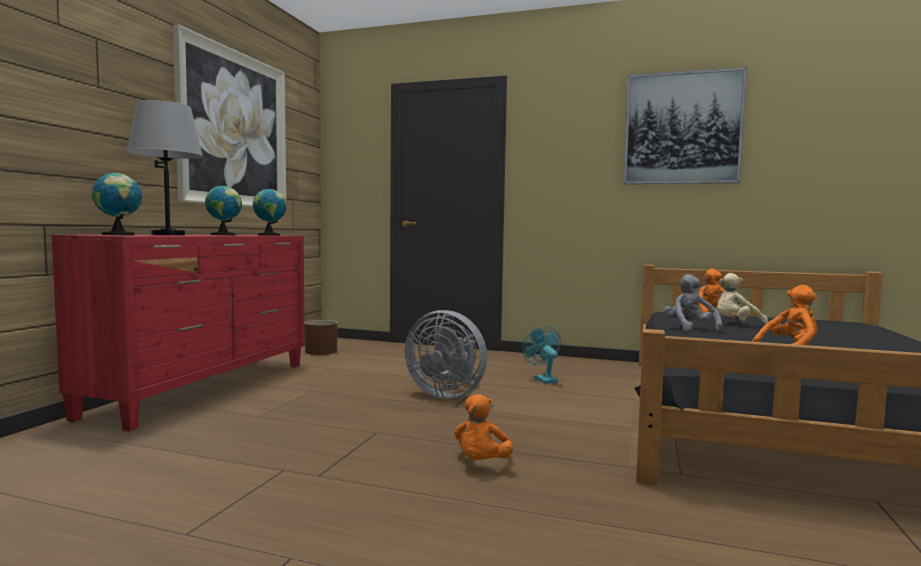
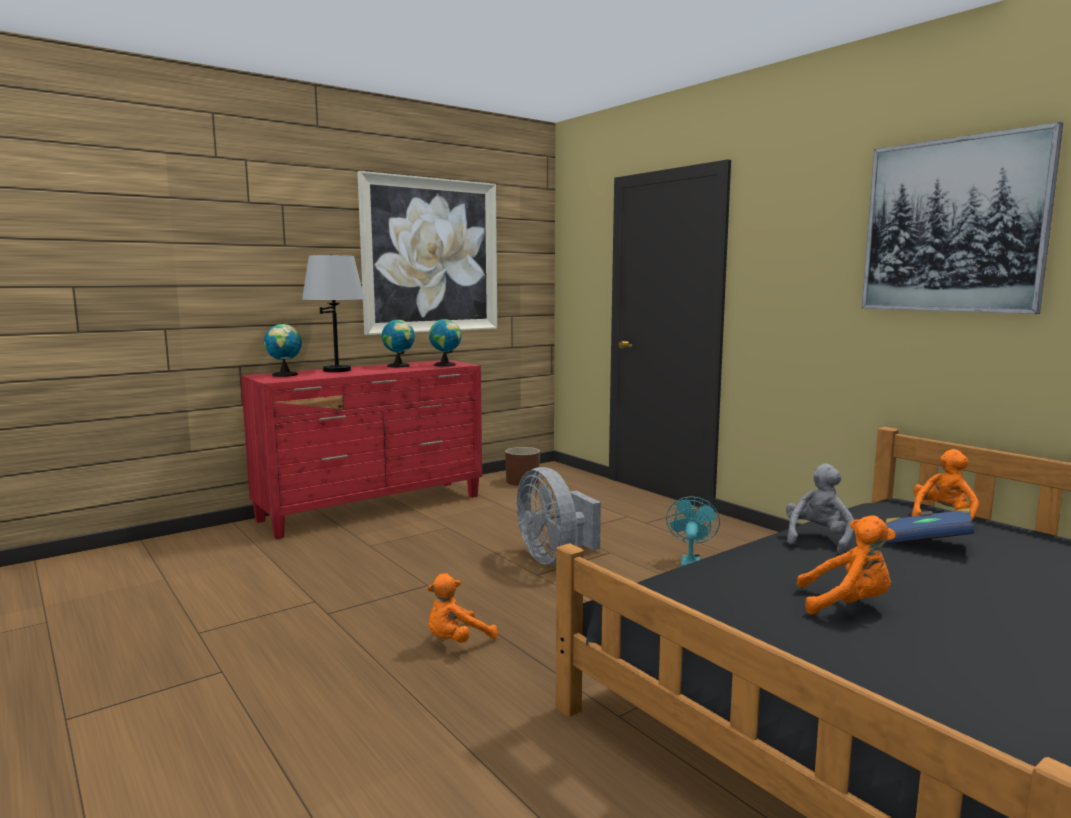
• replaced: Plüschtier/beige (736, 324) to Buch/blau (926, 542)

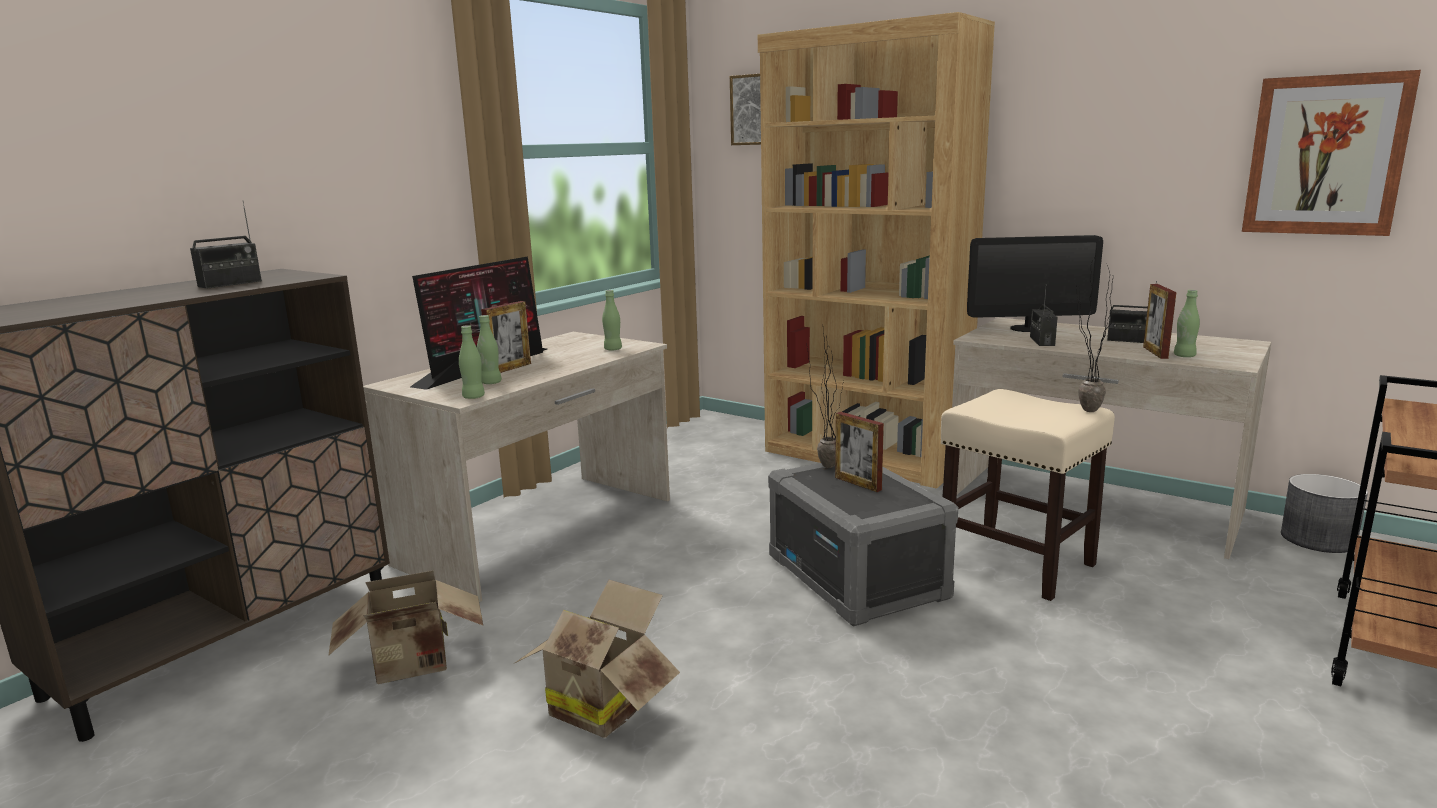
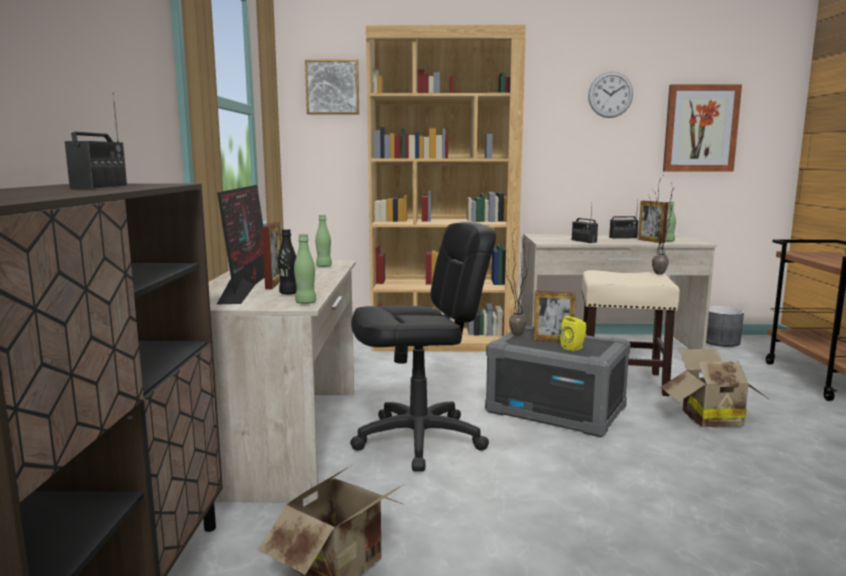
• recoloured: Flasche/grün (491, 383) to Flasche/schwarz (289, 293)
• moved: Karton (602, 704) to (708, 418)
• removed: Monitor (1028, 328)
• added: Bürostuhl/schwarz (419, 440)
• added: Lautsprecher/gelb (574, 348)
• added: Wanduhr (610, 94)

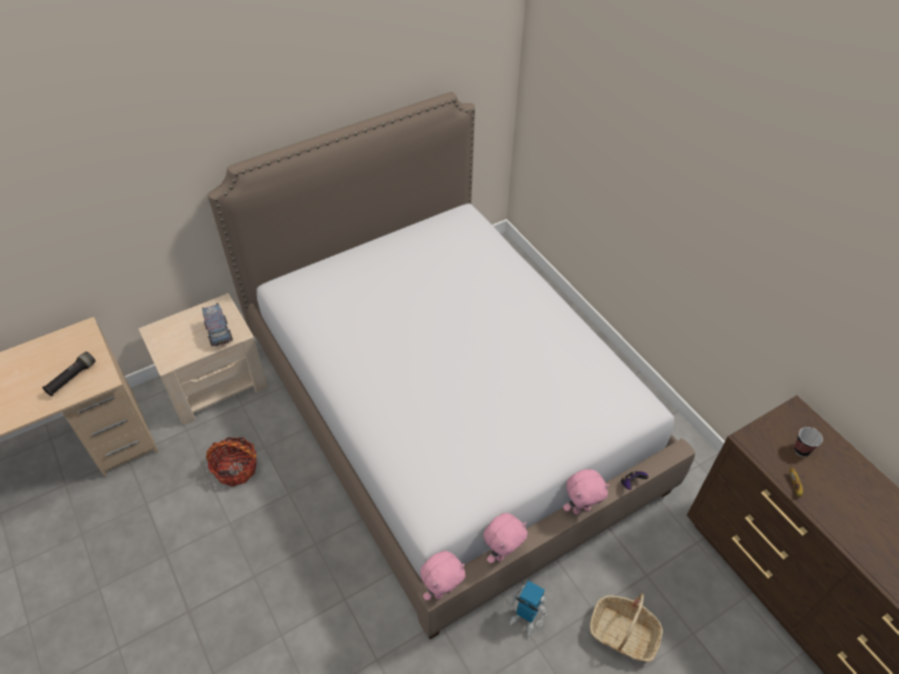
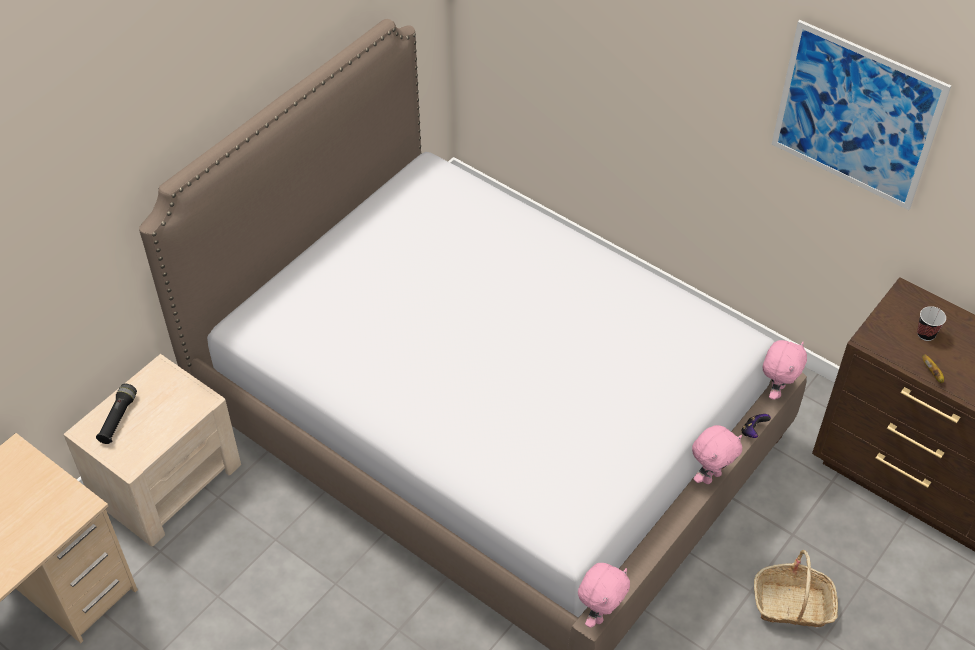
• moved: Taschenlampe/schwarz (71, 378) to (118, 419)
• removed: Spielzeuglaster (219, 334)
• removed: Korb (235, 468)
• moved: Plüschtier/rosa (502, 553) to (776, 390)
• removed: Spielzeugroboter (525, 619)
• added: Bild (856, 116)

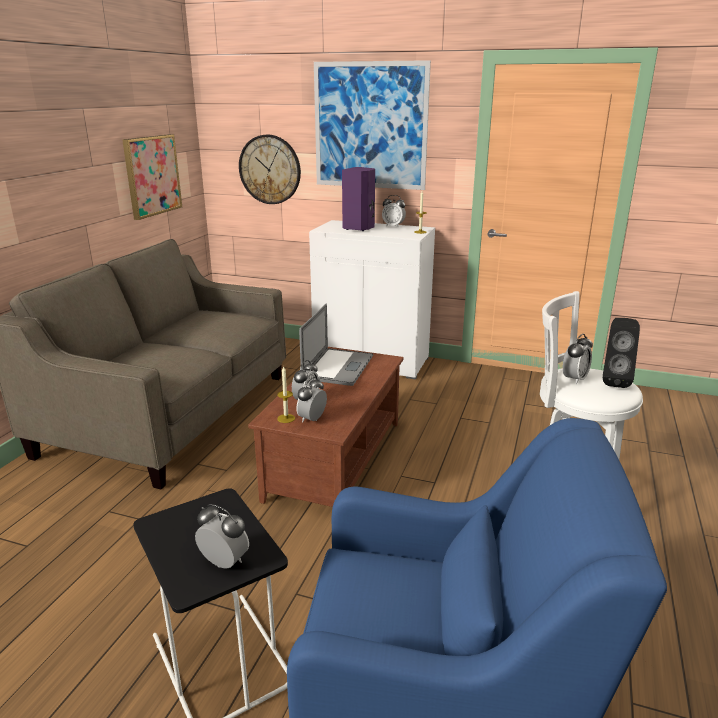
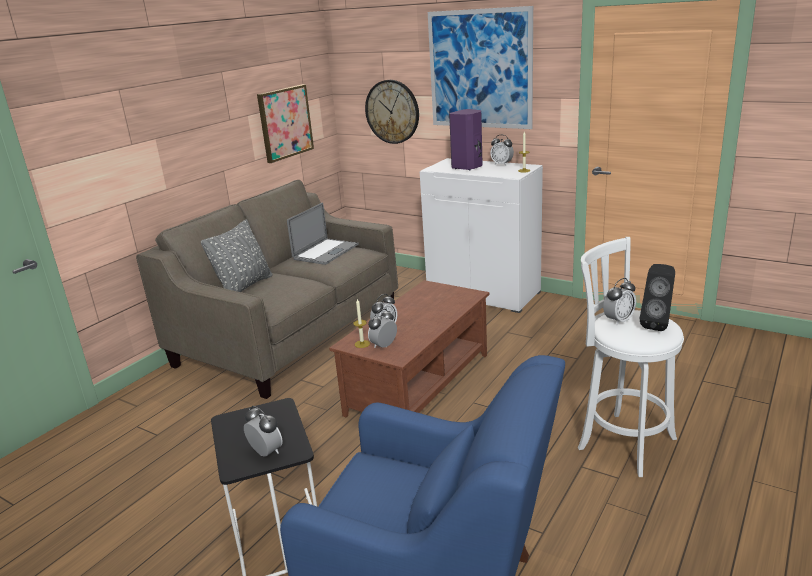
• moved: Laptop (338, 367) to (326, 252)
• added: Kissen/grau (244, 287)

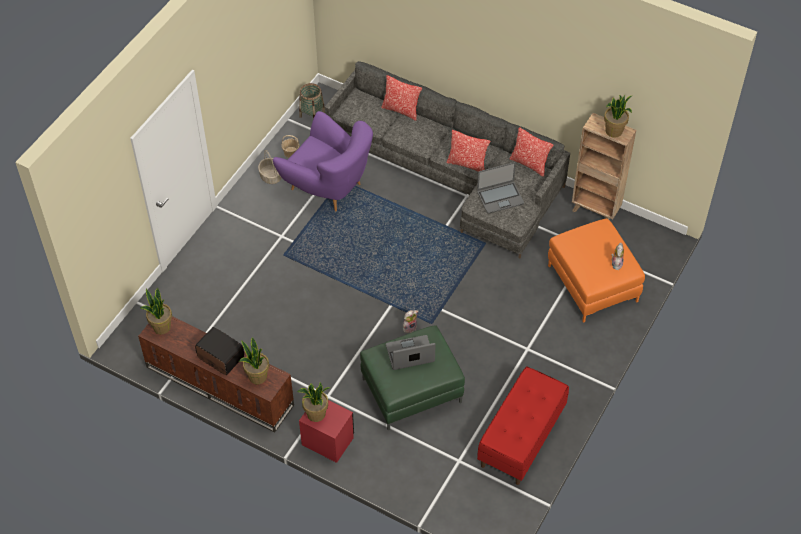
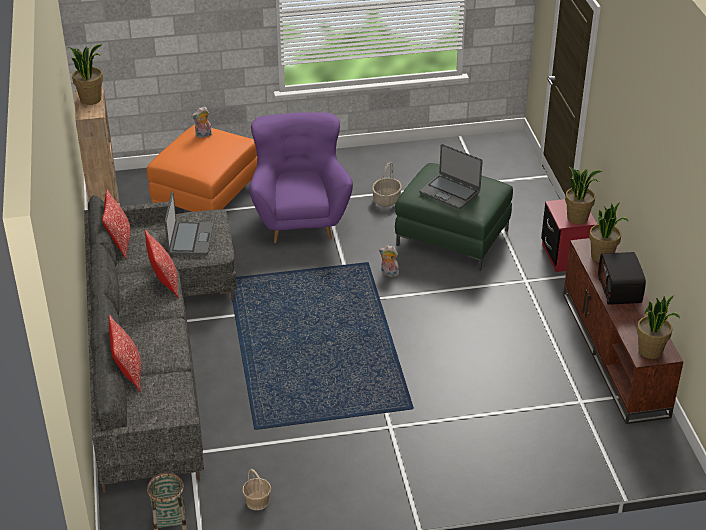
• moved: Korb (271, 176) to (386, 200)
• moved: Sessel/lila (328, 187) to (300, 219)
• turned: Laptop (500, 197) = (190, 239) 60 degrees clockwise
• removed: Bank/rot (521, 438)

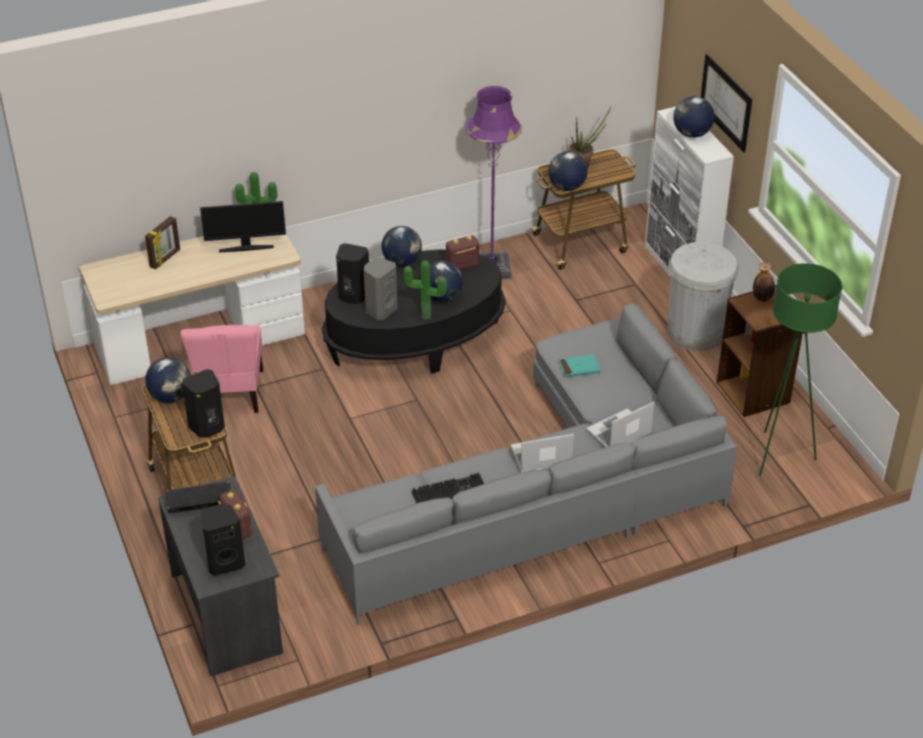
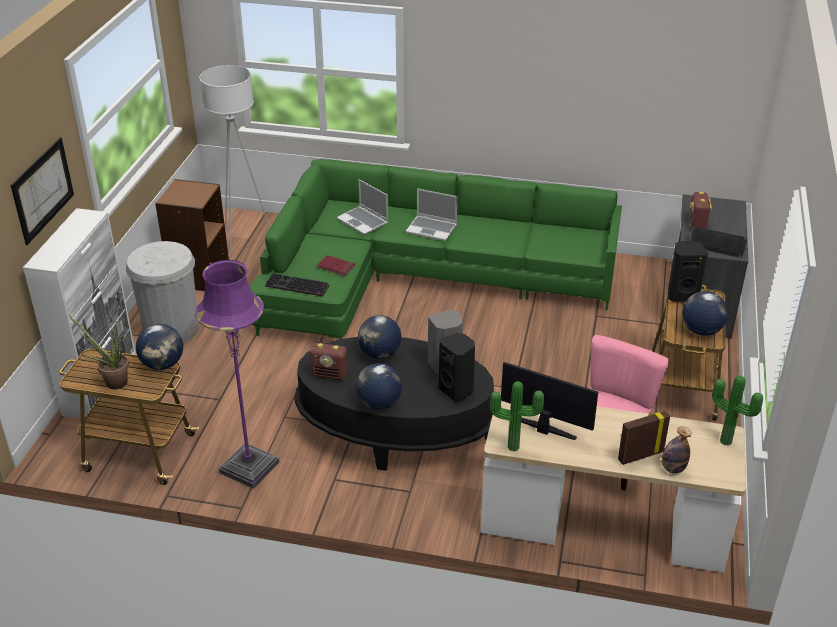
• removed: Lautsprecher/schwarz (225, 562)
• recoloured: Sofa/grau (547, 495) to Sofa/grün (419, 278)
• moved: Topfpflanze (425, 317) to (727, 440)
• moved: Tastatur (449, 490) to (295, 287)
• recoloured: Buch/türkis (579, 367) to Buch/rot (336, 267)
• turned: Laptop (618, 433) = (363, 221) 45 degrees clockwise
• removed: Globus (691, 134)
• moved: Flasche (762, 298) to (673, 468)
• recoloured: Stehlampe/grün (779, 456) to Stehlampe/weiß (243, 238)

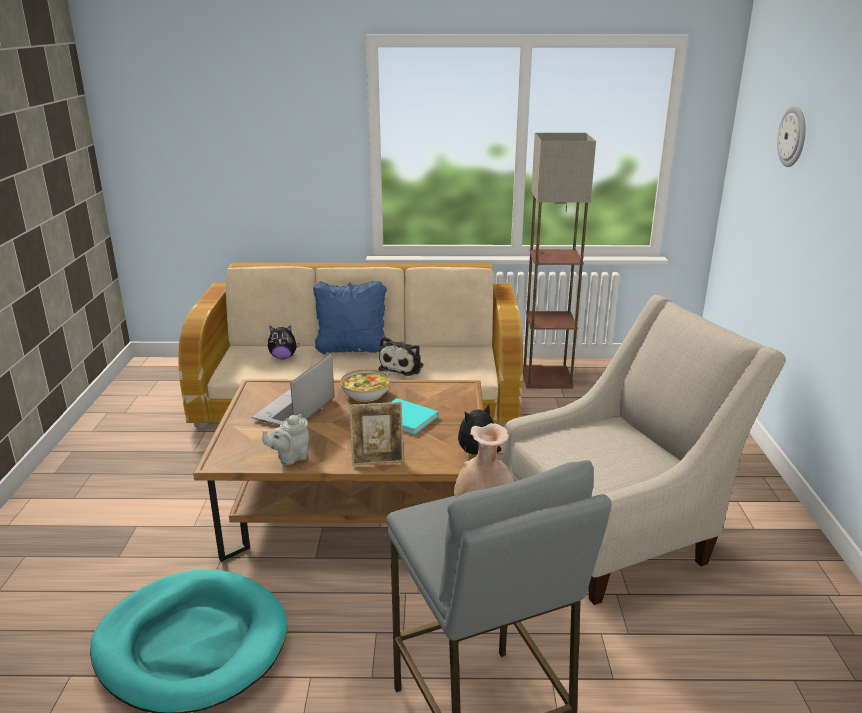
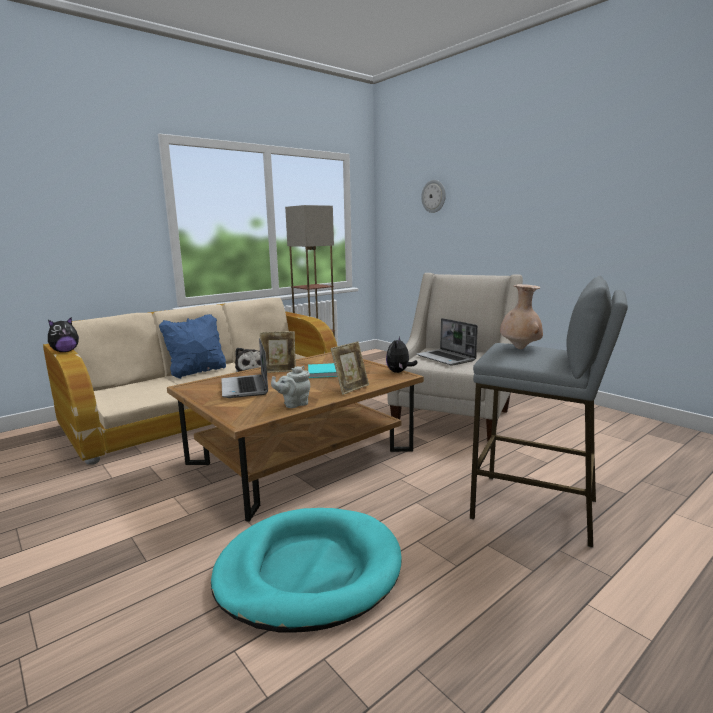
• turned: Teekanne/grau (290, 458) = (294, 404) 45 degrees clockwise
• moved: Plüschtier (283, 357) to (65, 351)
• replaced: Schüssel (366, 394) to Bilderrahmen (279, 370)
• added: Laptop (446, 358)

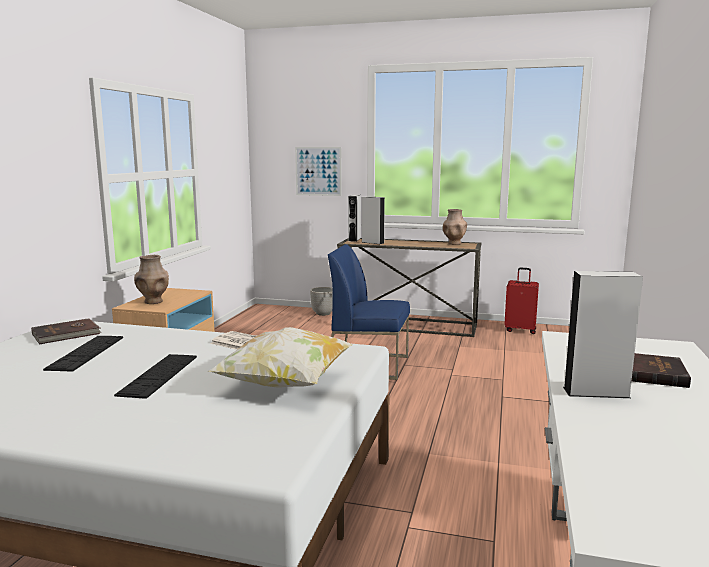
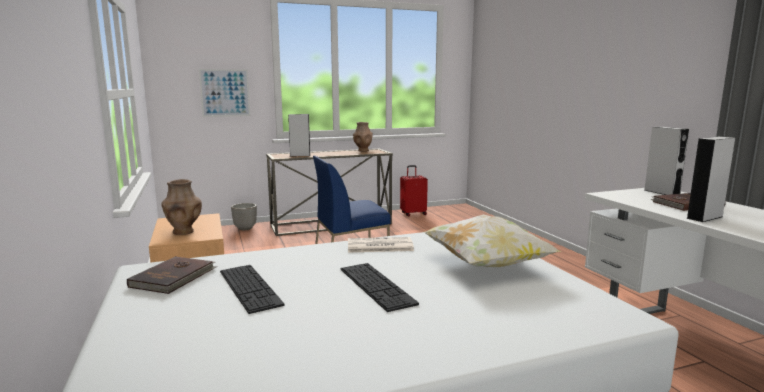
• moved: Lautsprecher/grau (354, 239) to (661, 192)

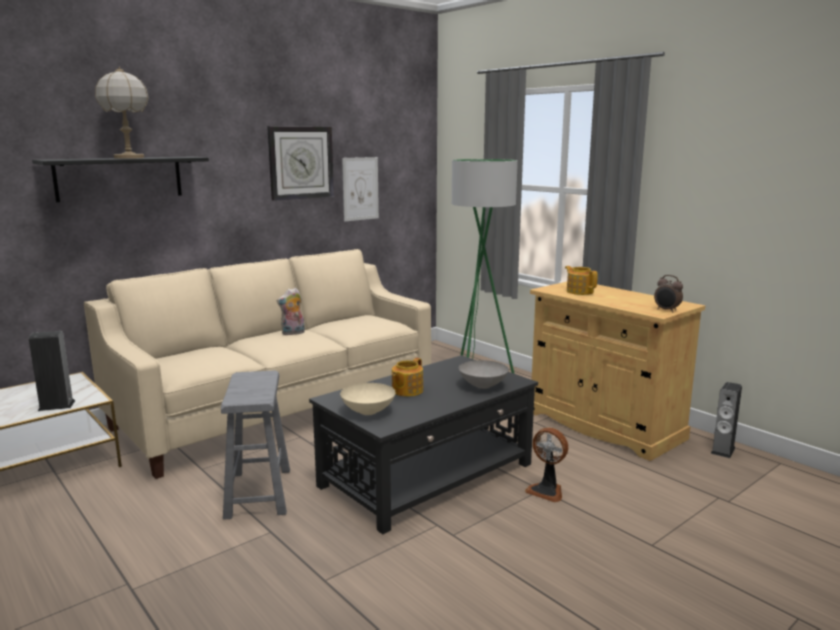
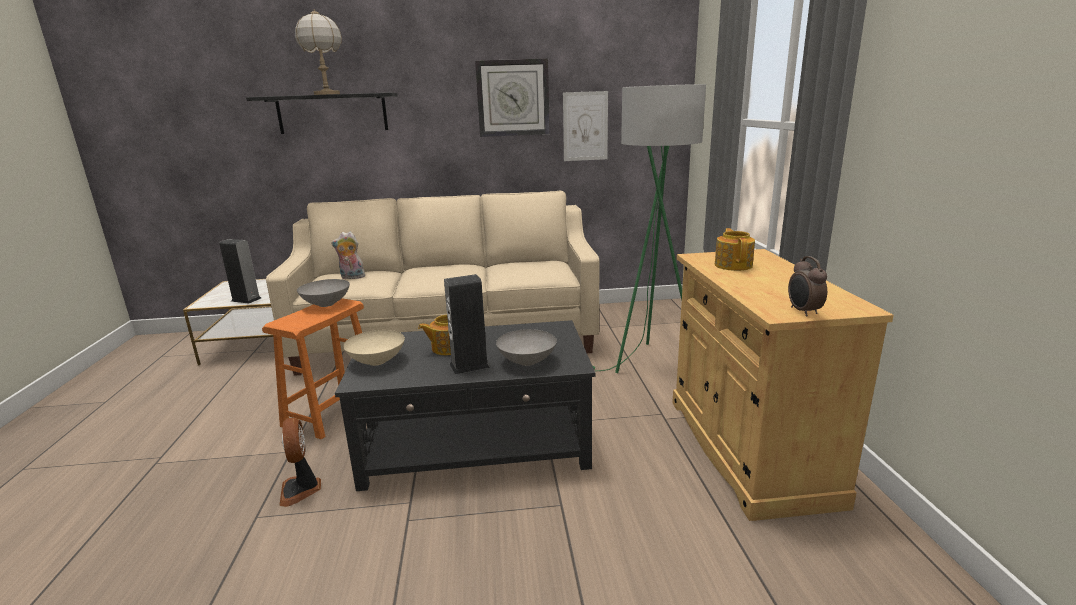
• recoloured: Hocker/grau (258, 493) to Hocker/orange (332, 411)
• moved: Plüschtier (293, 333) to (351, 277)
• moved: Ventilator (547, 491) to (301, 489)
• moved: Lautsprecher (723, 450) to (469, 365)
• added: Schüssel/grau (326, 304)

